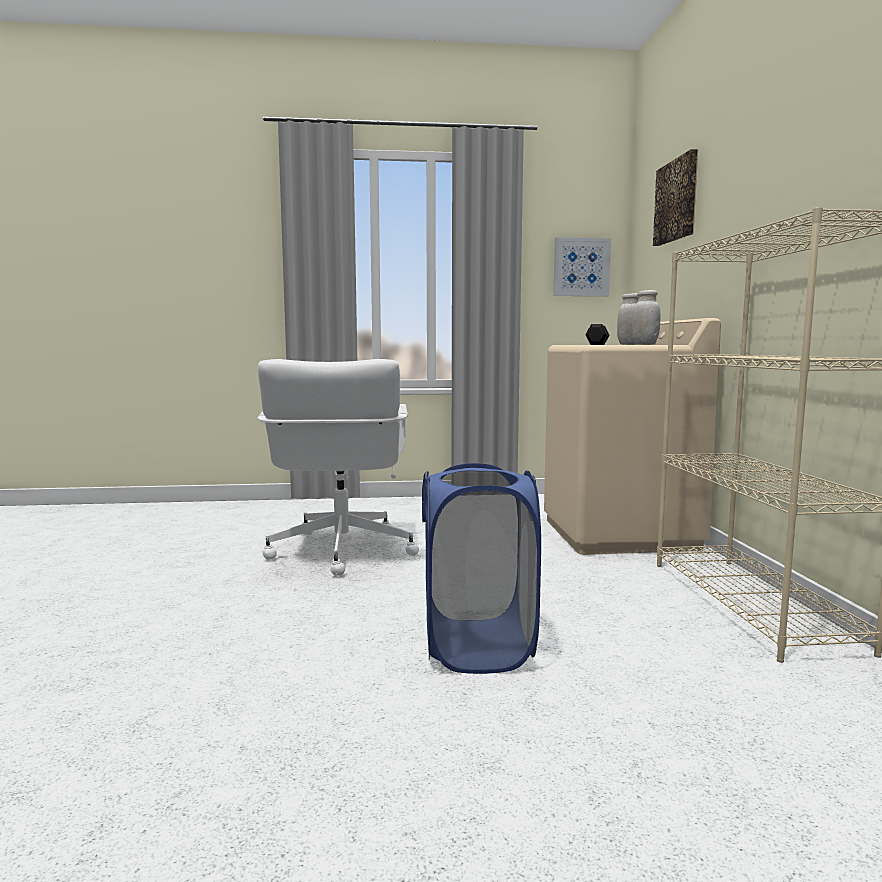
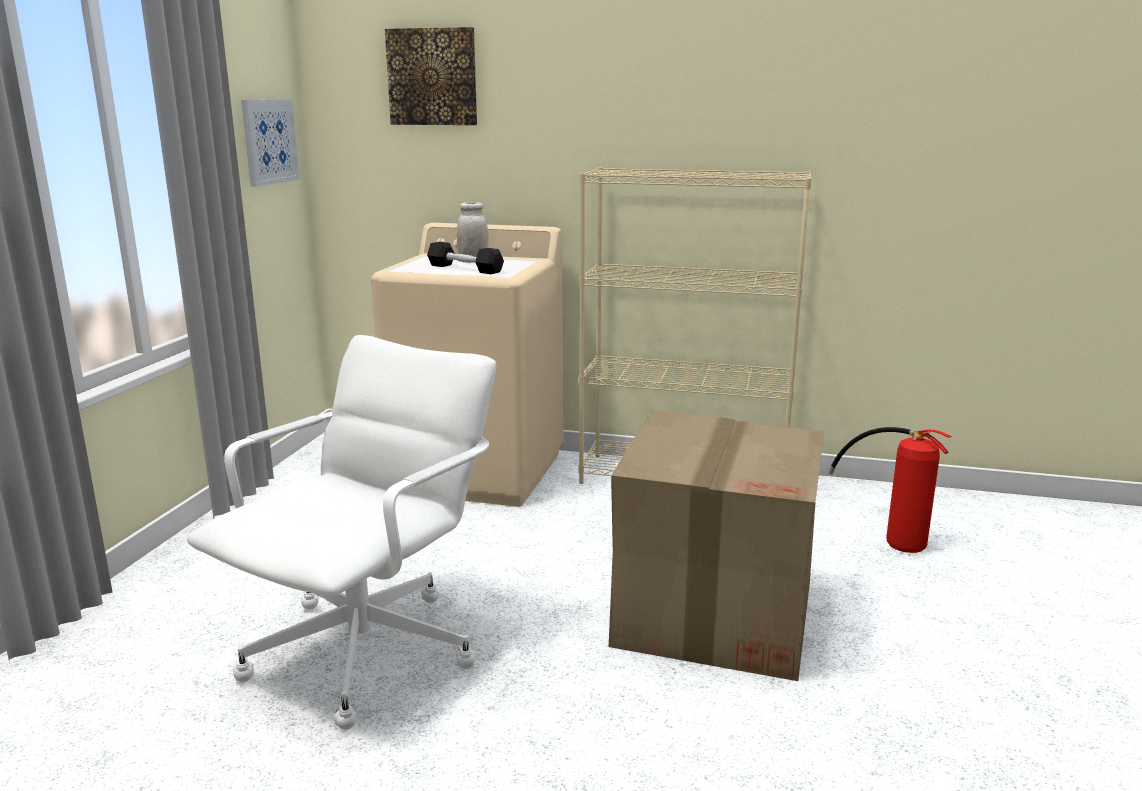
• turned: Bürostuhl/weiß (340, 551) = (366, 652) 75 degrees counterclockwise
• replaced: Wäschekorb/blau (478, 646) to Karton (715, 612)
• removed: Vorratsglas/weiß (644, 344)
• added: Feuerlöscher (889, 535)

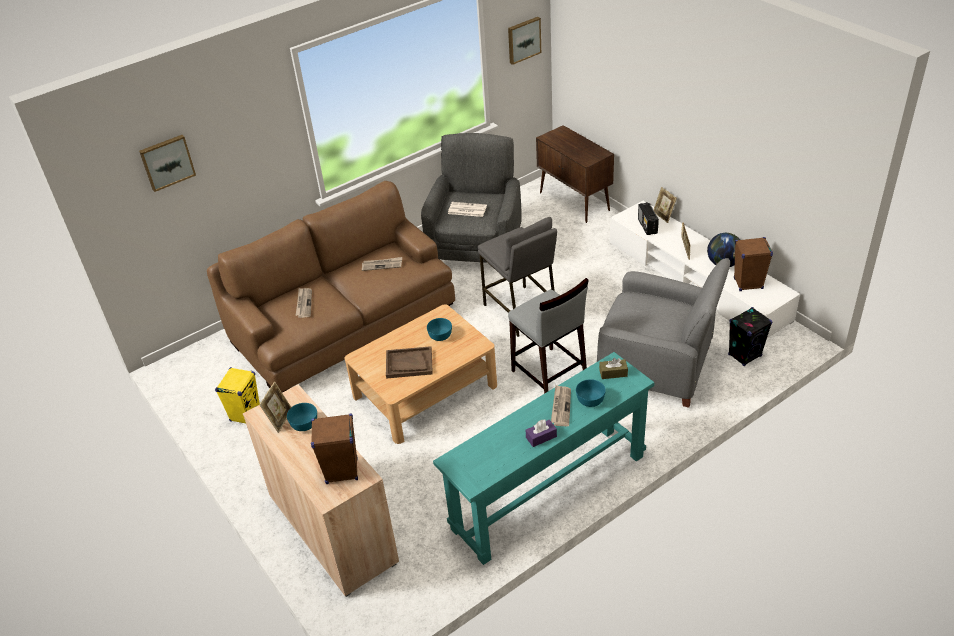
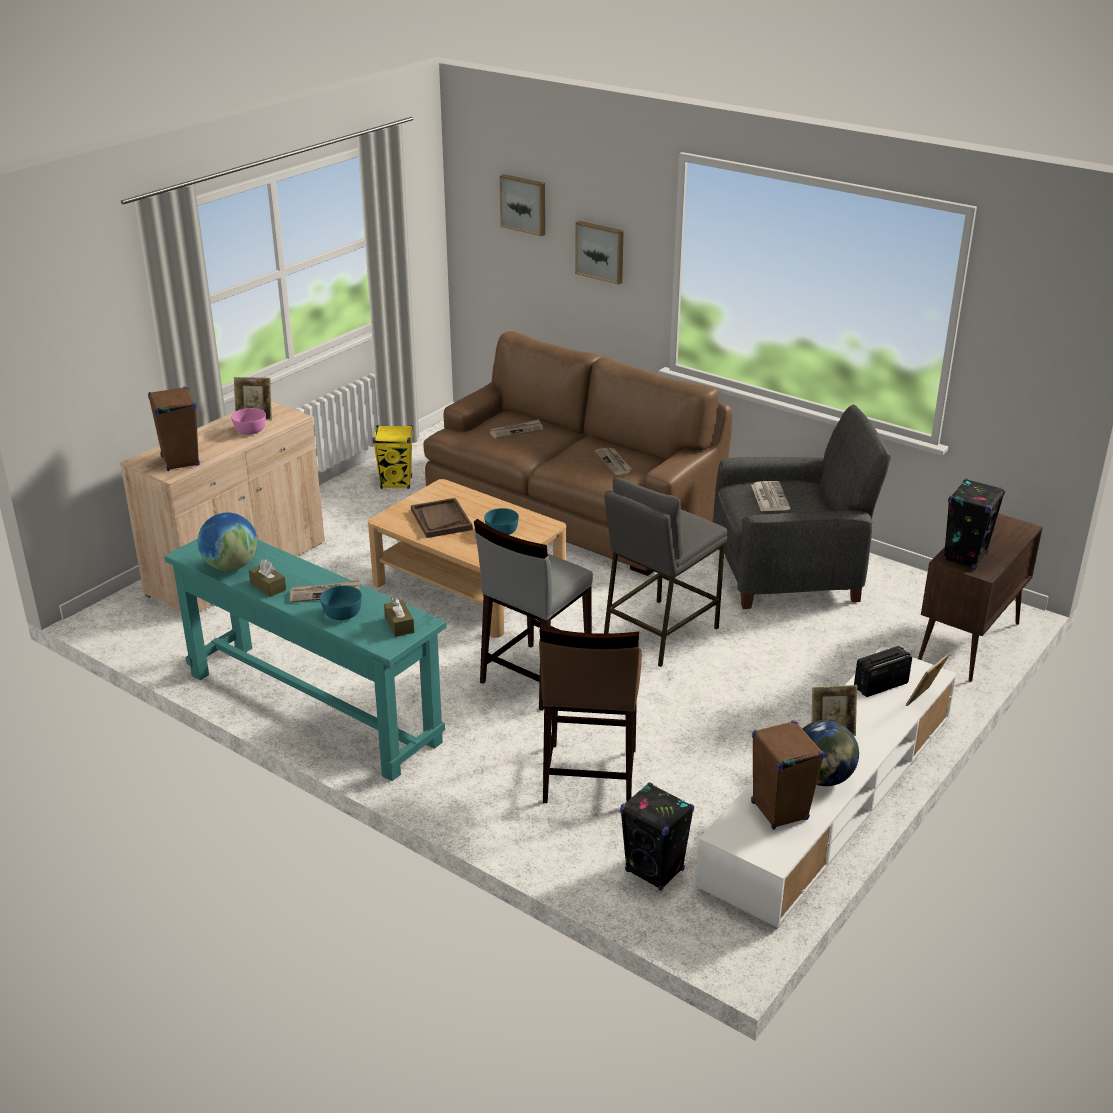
• recoloured: Schüssel/türkis (304, 424) to Schüssel/rosa (249, 430)
• moved: Bild (523, 40) to (600, 251)
• recoloured: Taschentuchbox/lila (541, 437) to Taschentuchbox/braun (268, 586)
• replaced: Sessel/grau (657, 367) to Hocker/braun (589, 776)
• added: Globus (231, 566)
• added: Lautsprecher/schwarz (965, 556)

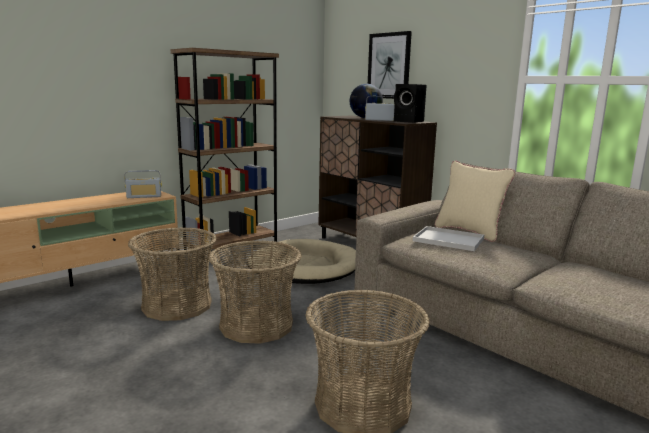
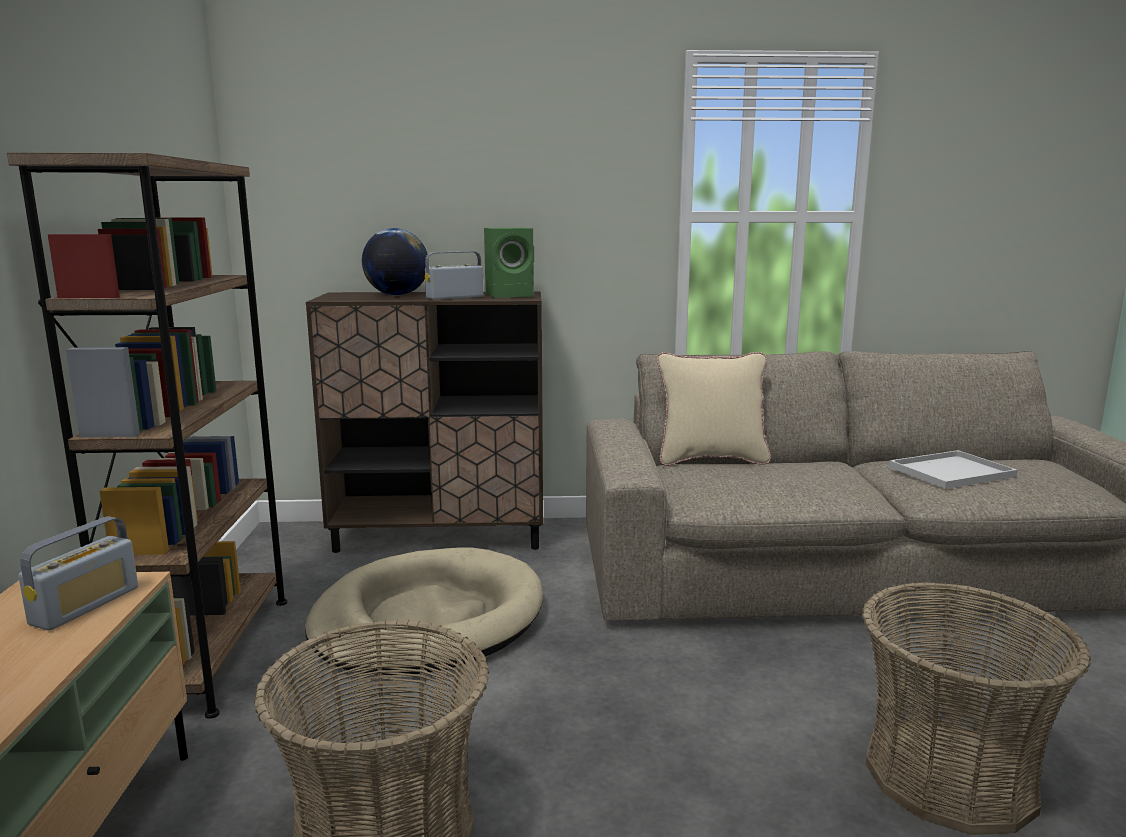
• removed: Korb (256, 325)
• removed: Bild (389, 66)
• recoloured: Lautsprecher/schwarz (409, 121) to Lautsprecher/grün (511, 295)
• moved: Tablett/weiß (447, 240) to (951, 472)

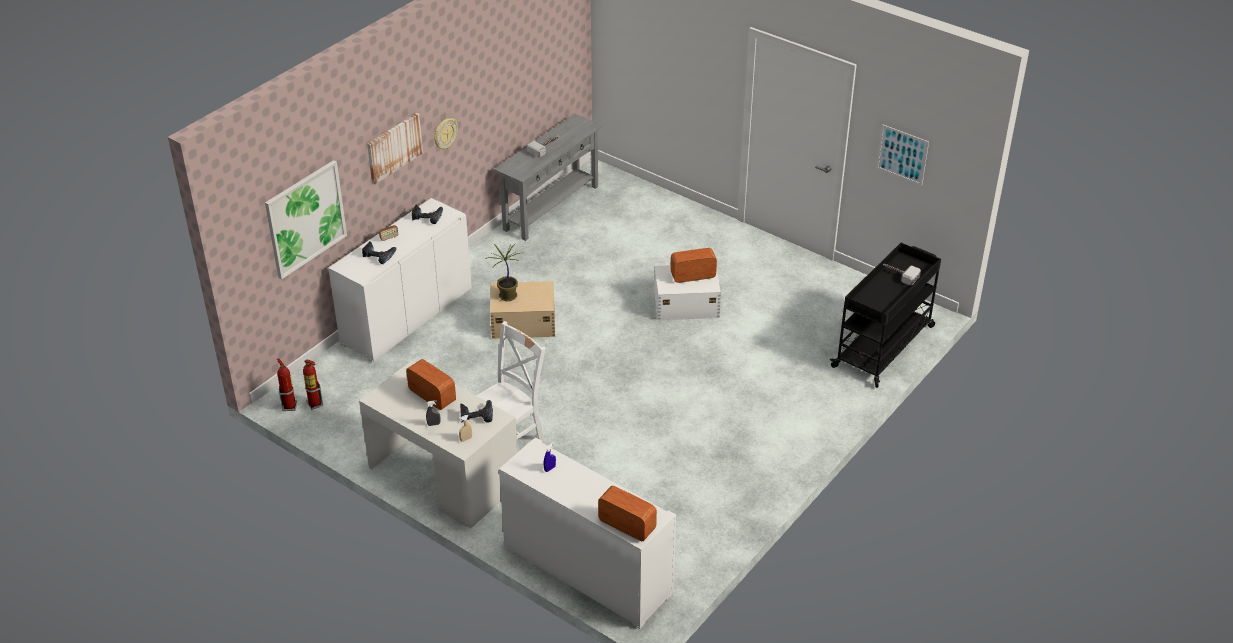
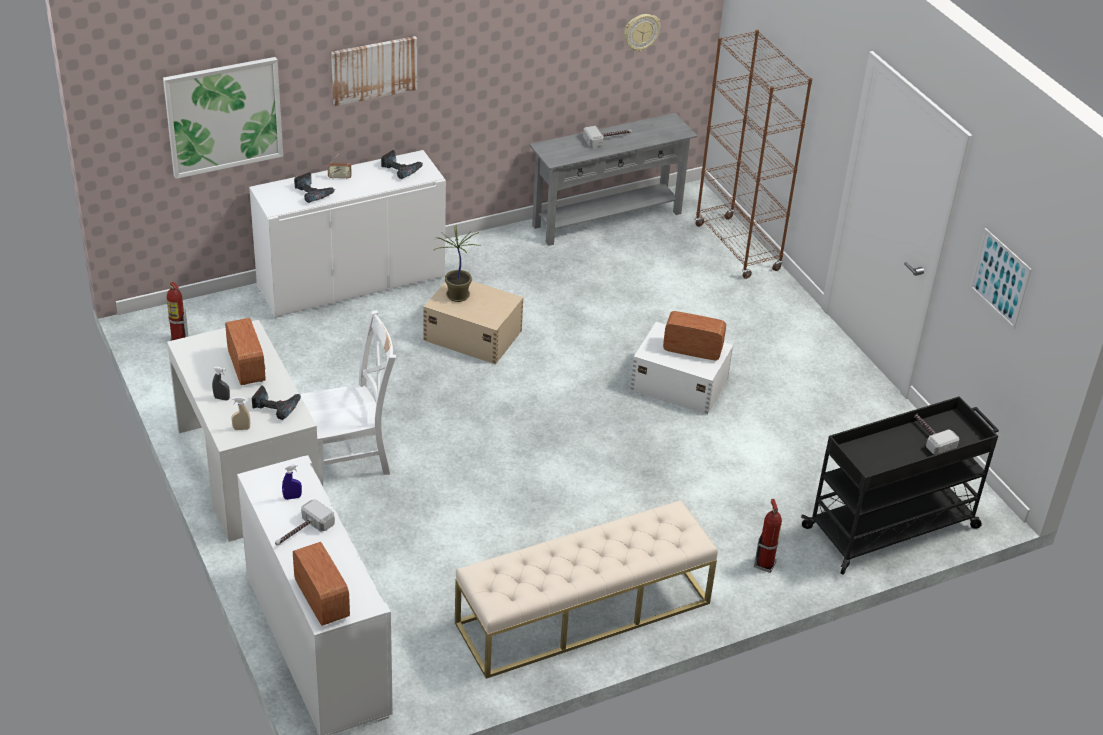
• moved: Feuerlöscher (290, 406) to (765, 564)
• moved: Wanduhr (445, 133) to (641, 32)
• added: Hammer (301, 532)
• added: Bank/beige (583, 613)
• added: Bücherregal/braun (737, 248)

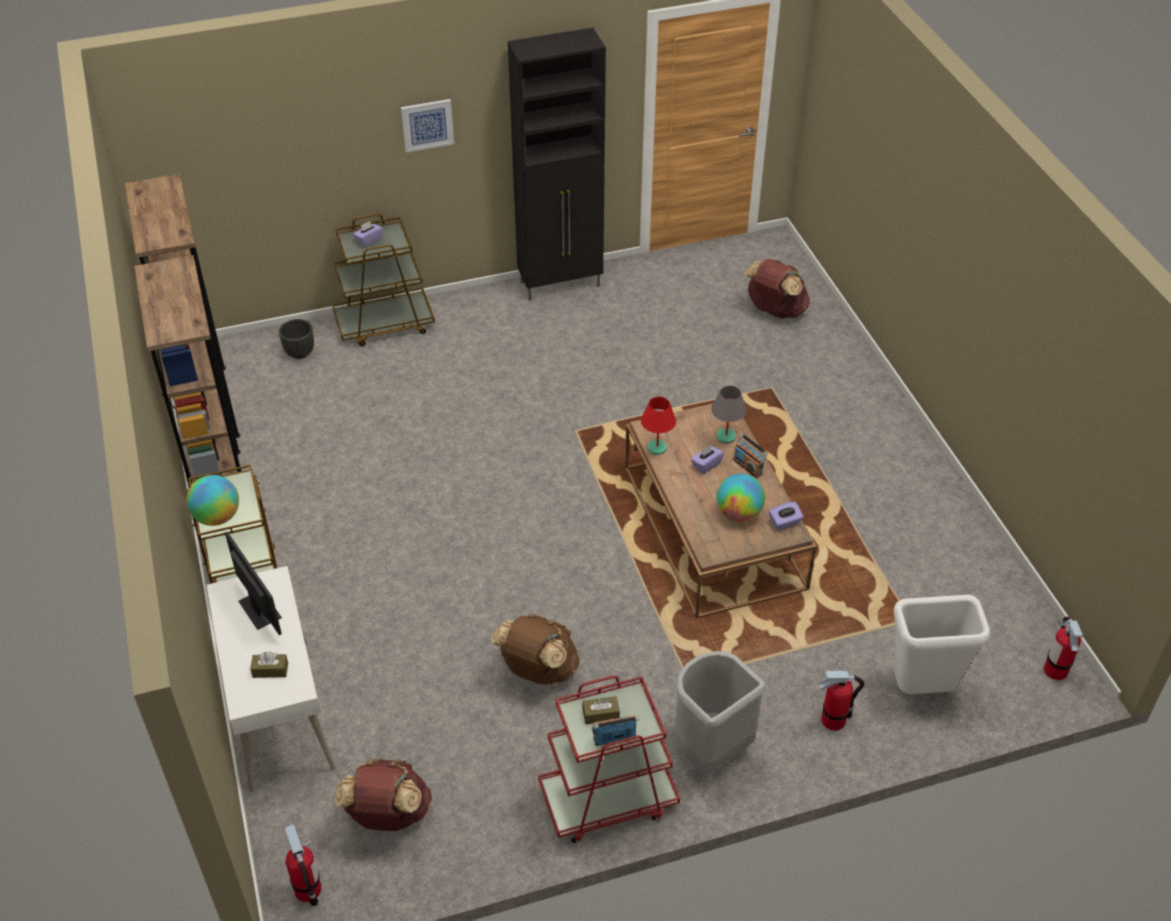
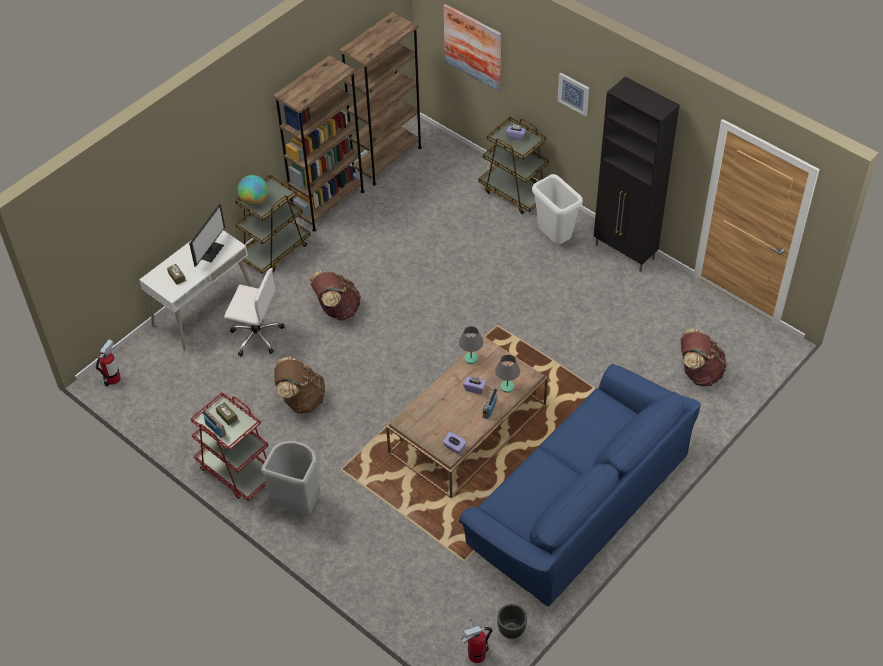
• moved: Pflanzkübel/schwarz (300, 353) to (511, 630)
• moved: Rucksack/braun (388, 815) to (337, 309)
• recoloured: Tischlampe/rot (656, 448) to Tischlampe/grau (470, 359)
• removed: Globus (738, 514)
• removed: Feuerlöscher (833, 720)
• moved: Mülleimer/weiß (922, 689) to (555, 239)
• added: Bürostuhl/weiß (256, 335)
• added: Bild (473, 47)
• added: Sofa/blau (577, 501)

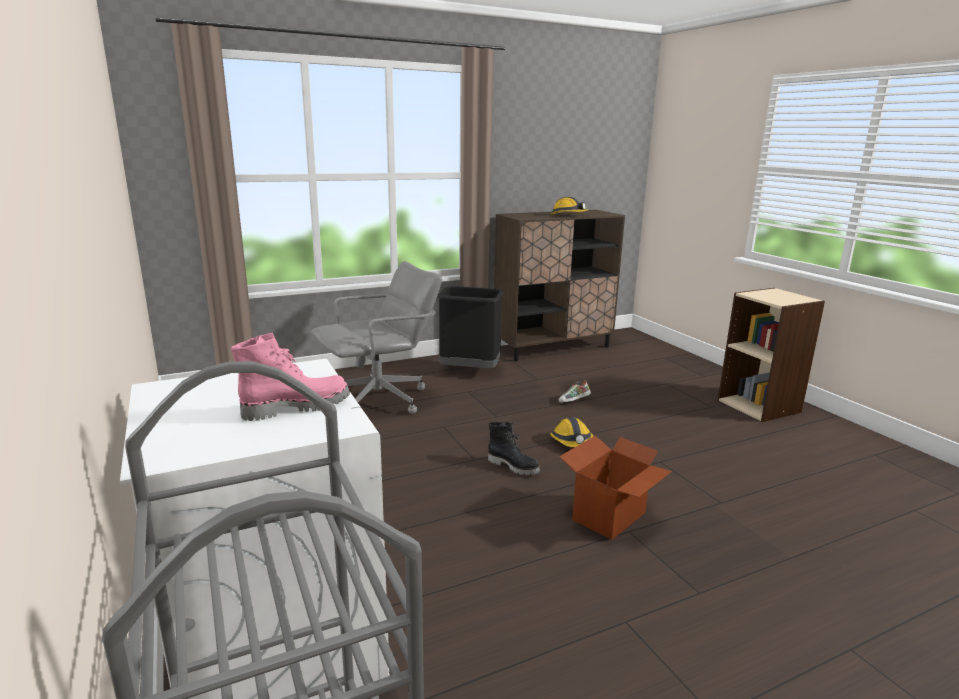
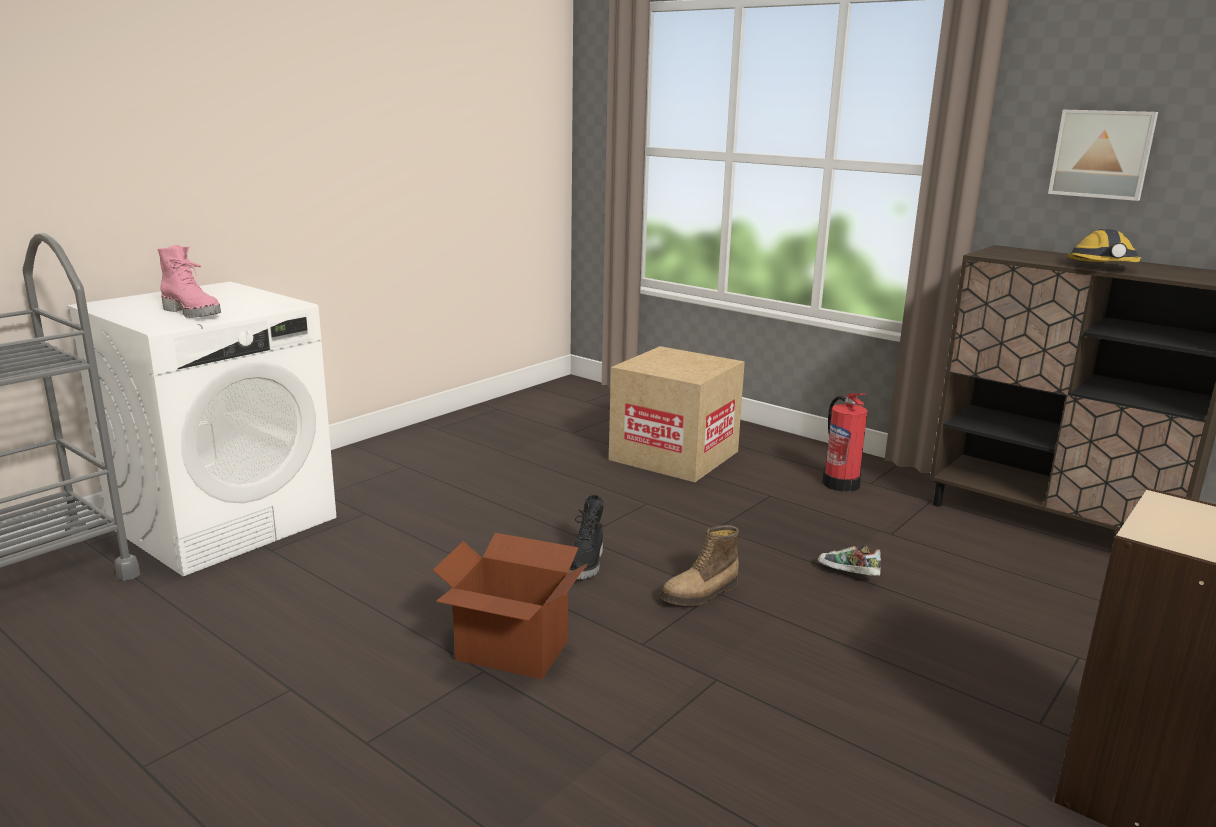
• replaced: Bürostuhl/grau (380, 400) to Karton (674, 455)
• replaced: Mülleimer/schwarz (470, 371) to Feuerlöscher (840, 483)
• replaced: Schutzhelm (572, 442) to Stiefel (701, 594)
• added: Bild (1102, 154)

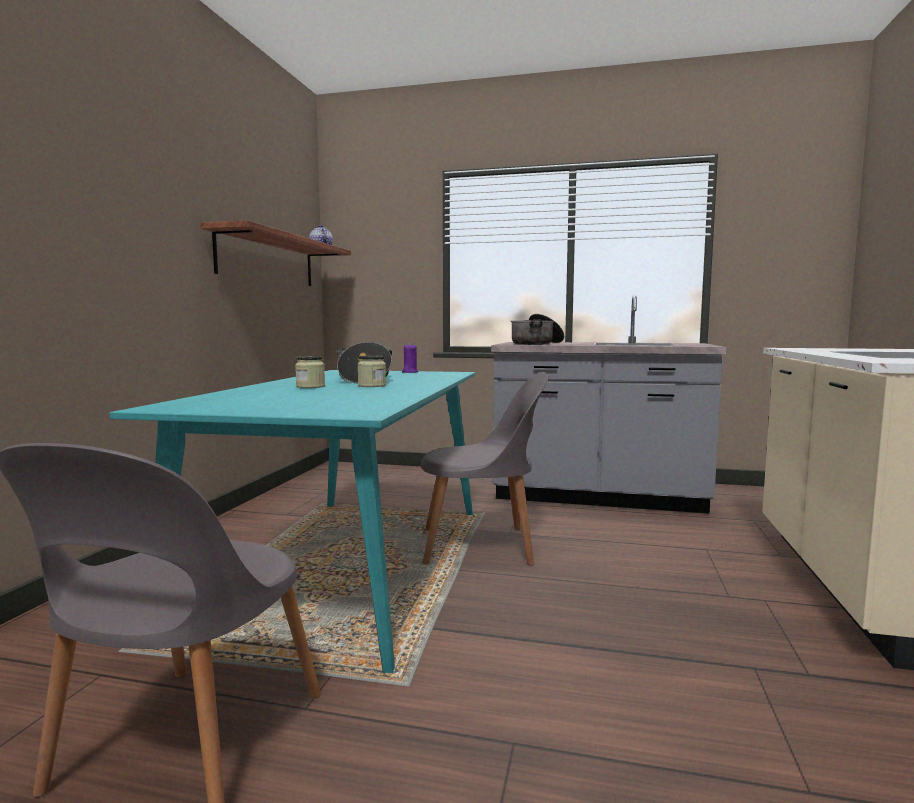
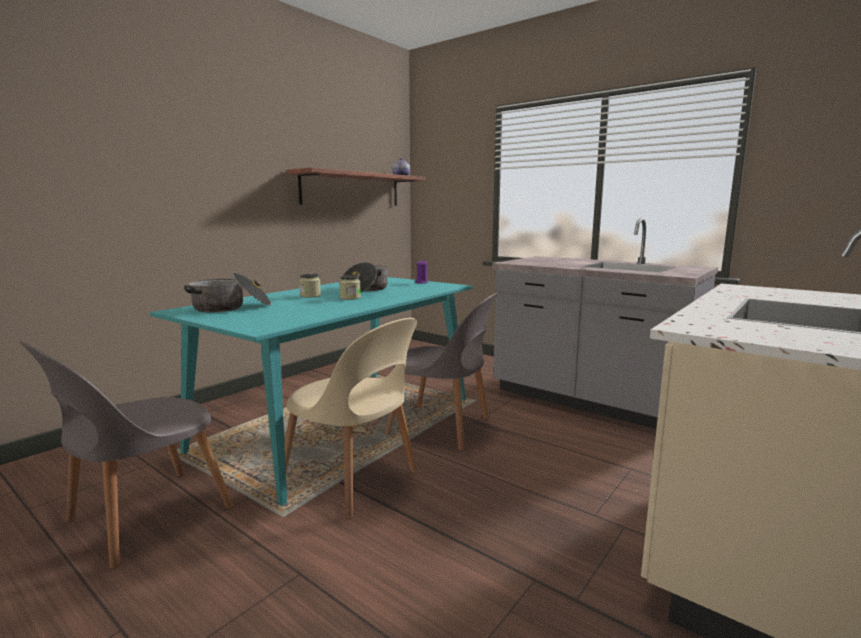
• moved: Kochtopf (537, 343) to (231, 307)
• added: Stuhl/beige (352, 480)

